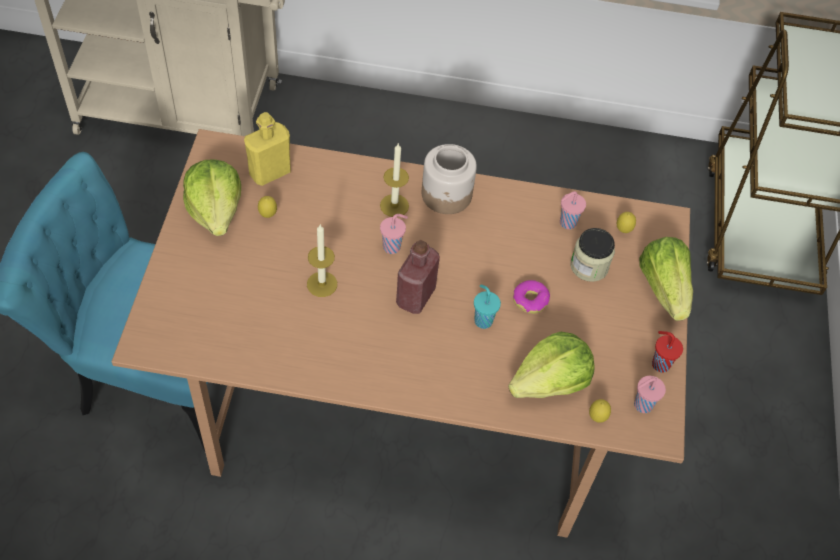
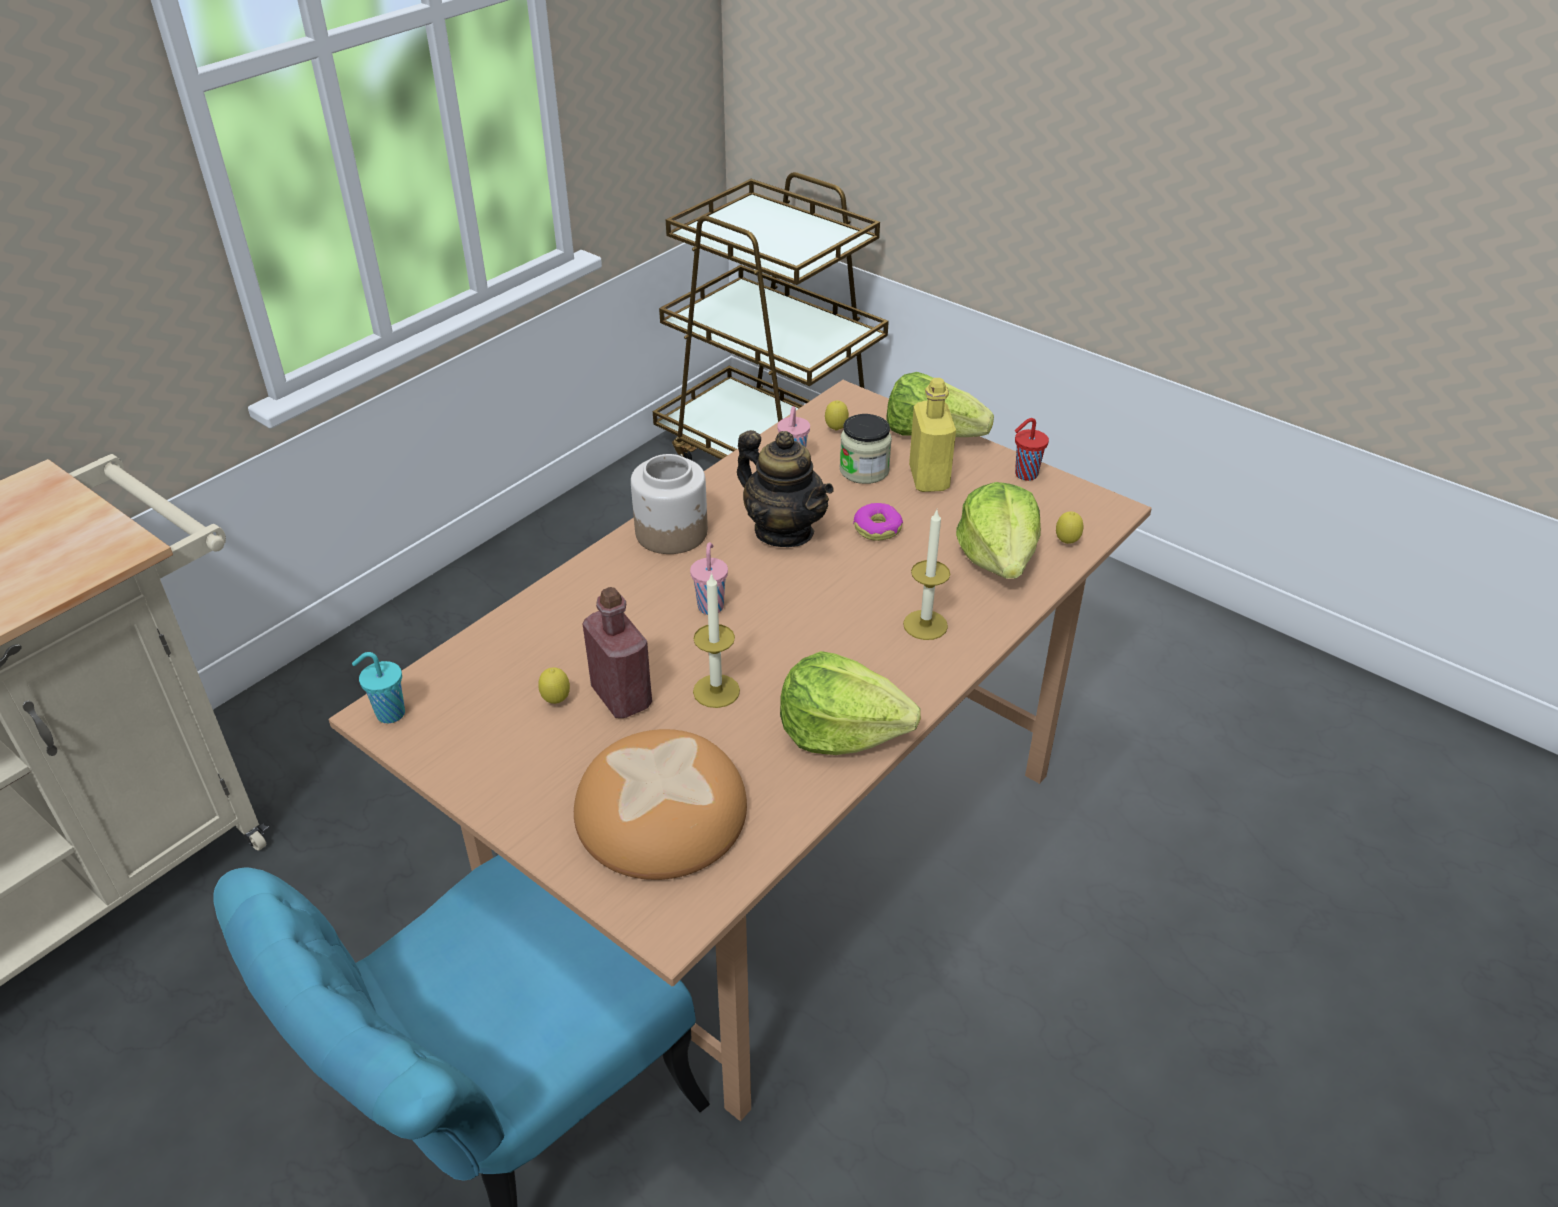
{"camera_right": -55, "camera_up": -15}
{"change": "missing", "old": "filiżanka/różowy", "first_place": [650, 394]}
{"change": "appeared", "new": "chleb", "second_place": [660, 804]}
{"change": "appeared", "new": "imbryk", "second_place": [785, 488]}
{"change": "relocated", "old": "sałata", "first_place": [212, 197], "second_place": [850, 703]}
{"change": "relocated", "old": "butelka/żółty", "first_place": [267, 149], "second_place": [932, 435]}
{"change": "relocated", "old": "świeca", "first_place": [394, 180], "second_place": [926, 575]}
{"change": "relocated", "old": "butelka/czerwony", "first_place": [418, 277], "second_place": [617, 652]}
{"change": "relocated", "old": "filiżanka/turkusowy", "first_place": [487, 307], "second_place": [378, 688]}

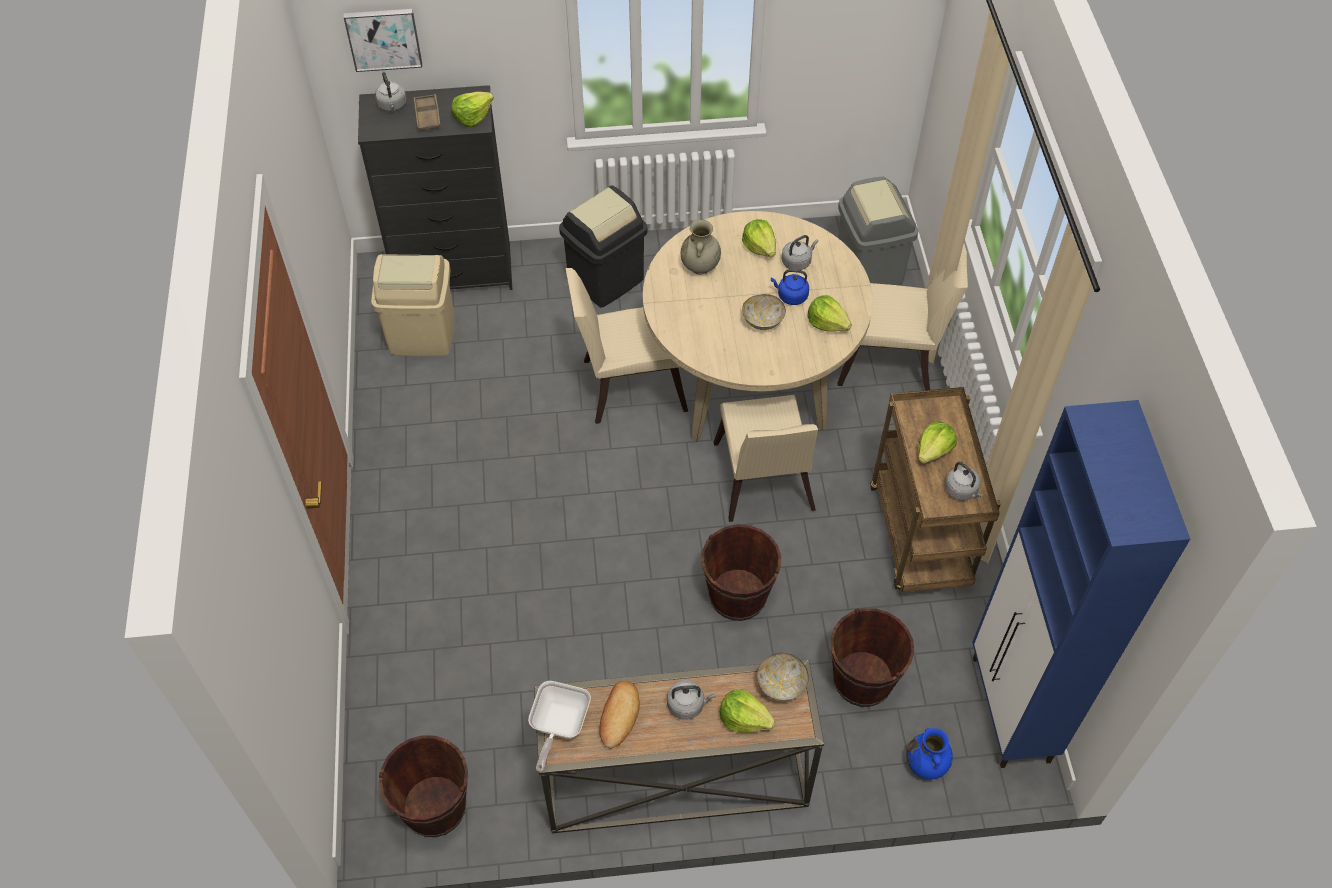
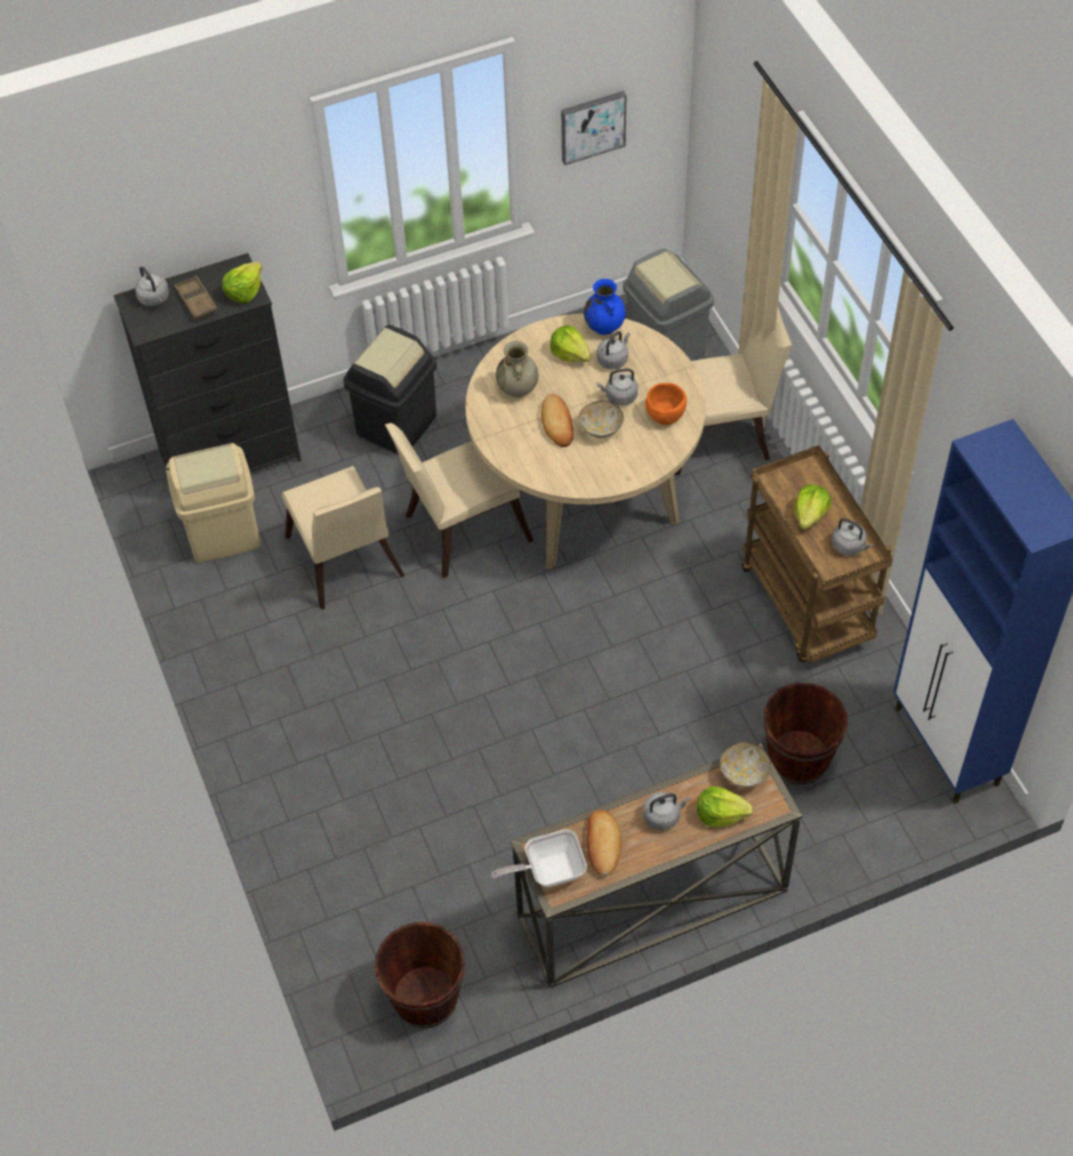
{"camera_right": -15, "camera_up": 0}
{"change": "missing", "old": "wiadro/brązowy", "first_place": [741, 573]}
{"change": "appeared", "new": "chleb", "second_place": [557, 420]}
{"change": "relocated", "old": "obraz", "first_place": [383, 40], "second_place": [594, 128]}
{"change": "relocated", "old": "krzesło/beżowy", "first_place": [766, 458], "second_place": [343, 538]}
{"change": "relocated", "old": "wazon/niebieski", "first_place": [929, 753], "second_place": [605, 307]}
{"change": "exchanged", "old": "sałata", "new": "miska/pomarańczowy", "first_place": [830, 313], "second_place": [666, 404]}
{"change": "colour", "old": "czajnik/niebieski", "new": "czajnik/szary", "first_place": [790, 287], "second_place": [617, 386]}
{"change": "spun", "old": "patelnia", "first_place": [559, 726], "second_place": [539, 858], "degrees": 75}

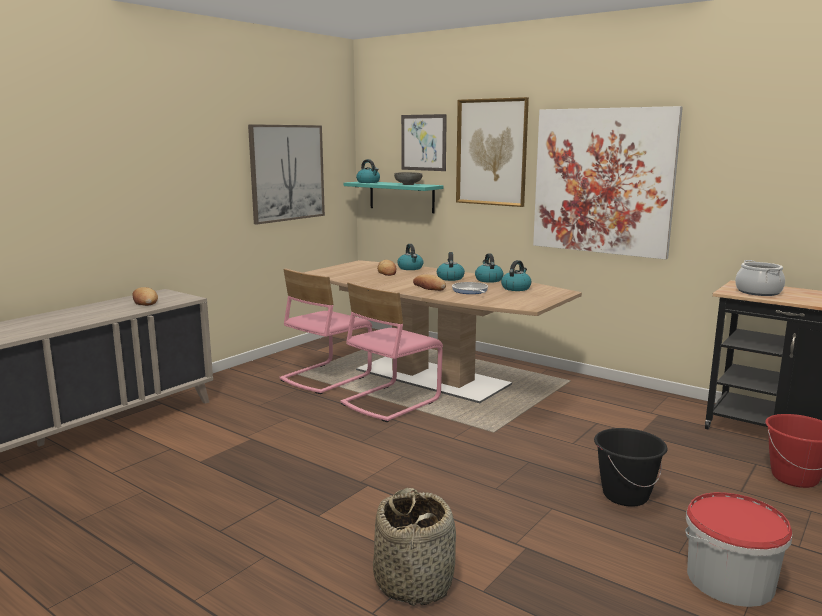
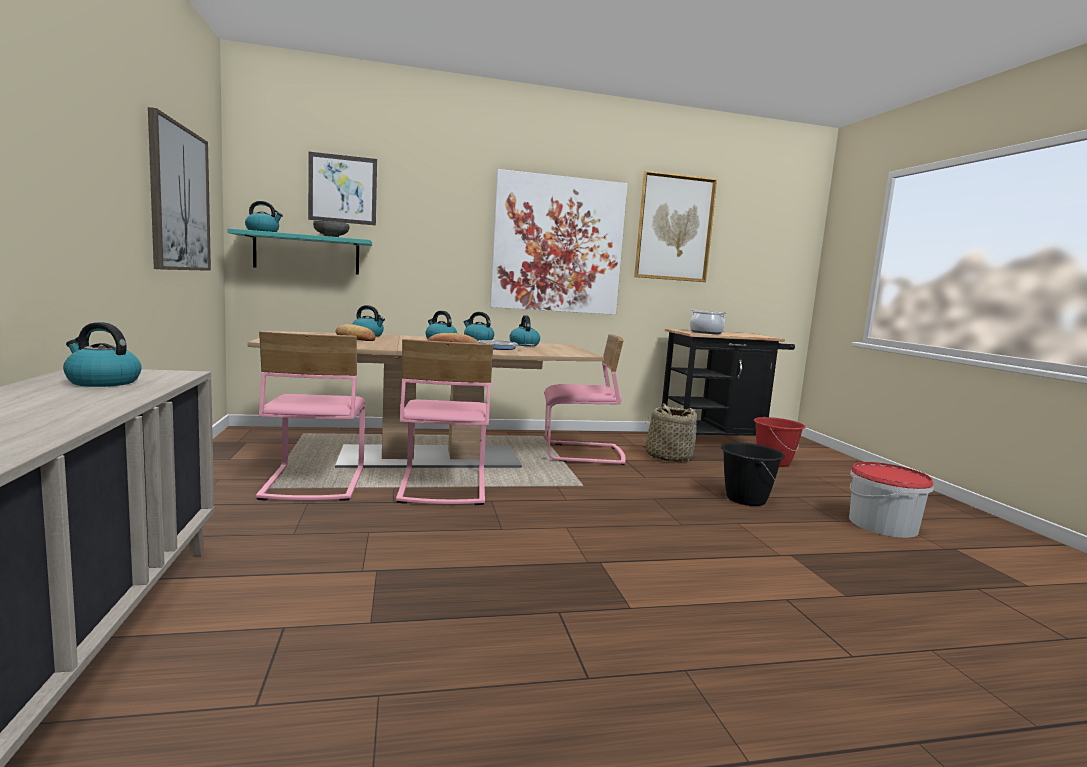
{"camera_right": -50, "camera_up": -5}
{"change": "appeared", "new": "krzesło/różowy", "second_place": [585, 399]}
{"change": "relocated", "old": "koszyk", "first_place": [414, 547], "second_place": [670, 432]}
{"change": "relocated", "old": "obraz", "first_place": [492, 152], "second_place": [675, 226]}
{"change": "exchanged", "old": "chleb", "new": "czajnik", "first_place": [145, 296], "second_place": [102, 354]}

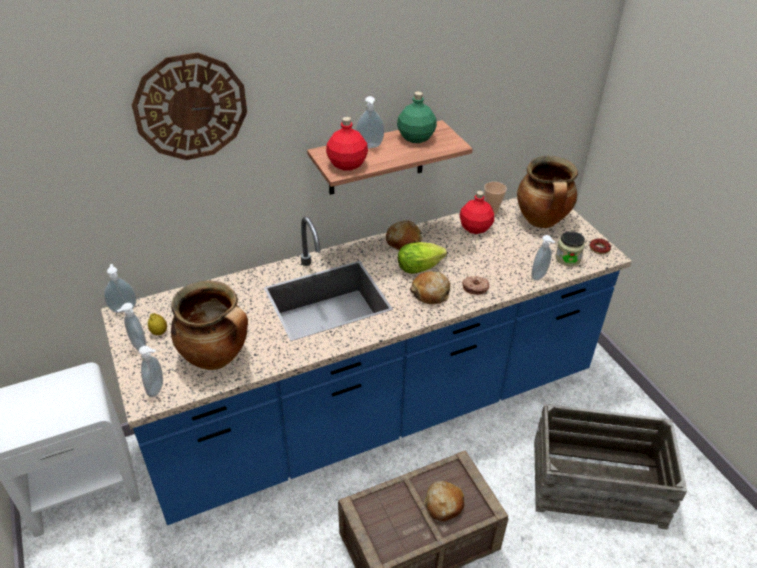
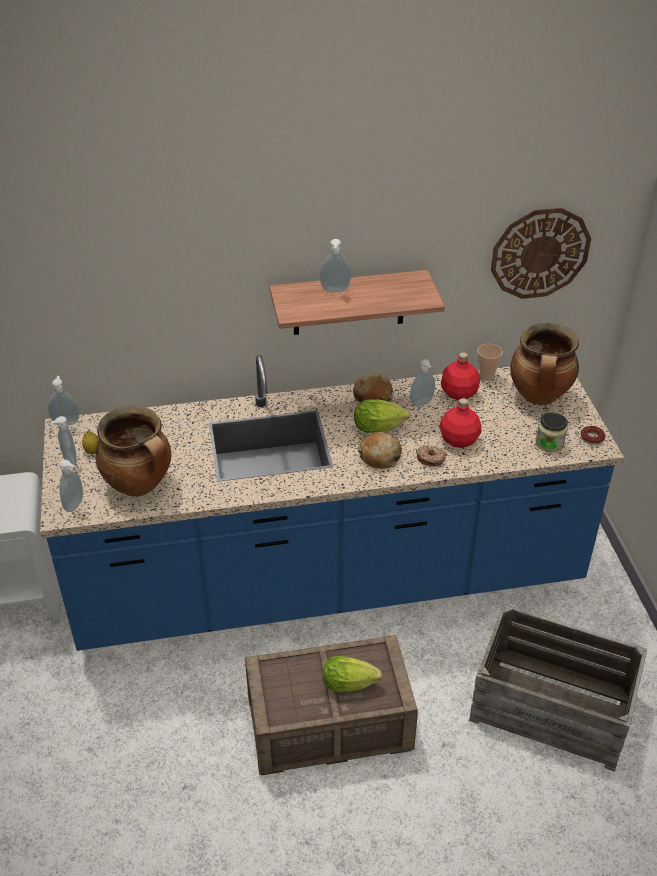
{"camera_right": 15, "camera_up": 0}
{"change": "missing", "old": "butelka/zielony", "first_place": [417, 117]}
{"change": "relocated", "old": "zegar ścienny", "first_place": [189, 106], "second_place": [541, 253]}
{"change": "relocated", "old": "butelka/czerwony", "first_place": [347, 144], "second_place": [460, 423]}
{"change": "relocated", "old": "dozownik mydła", "first_place": [543, 258], "second_place": [422, 383]}
{"change": "exchanged", "old": "chleb", "new": "sałata", "first_place": [444, 501], "second_place": [352, 674]}

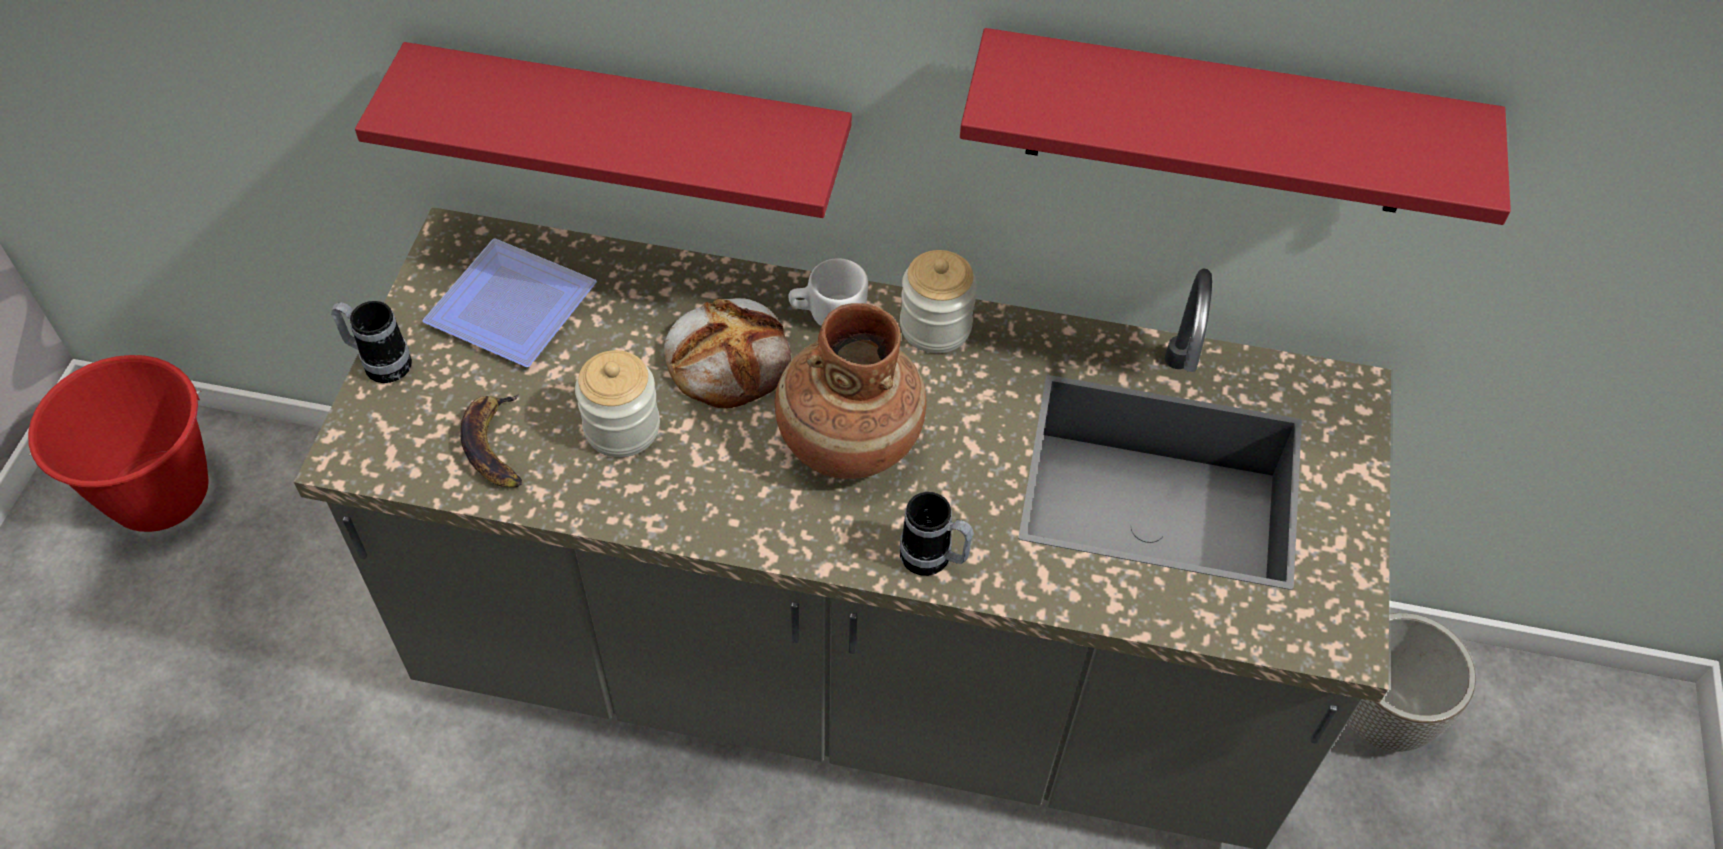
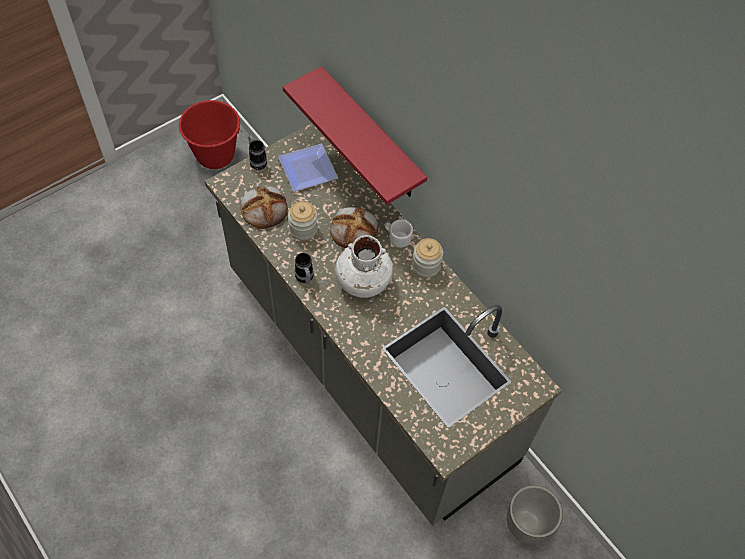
{"camera_right": 40, "camera_up": 5}
{"change": "missing", "old": "półka/czerwony", "first_place": [1235, 126]}
{"change": "relocated", "old": "kubek", "first_place": [937, 534], "second_place": [304, 268]}
{"change": "exchanged", "old": "banan", "new": "chleb", "first_place": [491, 440], "second_place": [264, 207]}
{"change": "colour", "old": "wazon/brązowy", "new": "wazon/biały", "first_place": [850, 391], "second_place": [364, 266]}

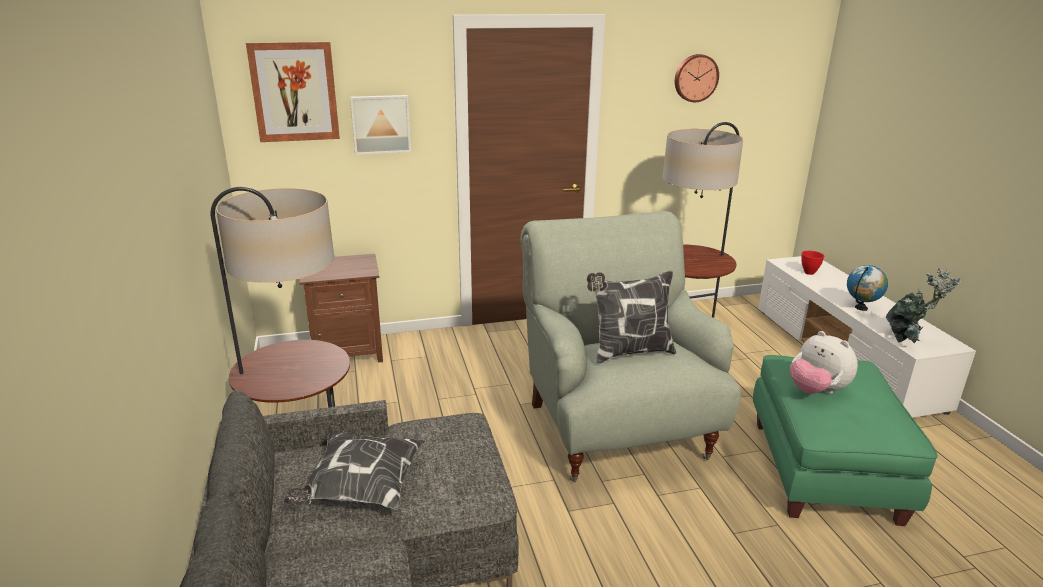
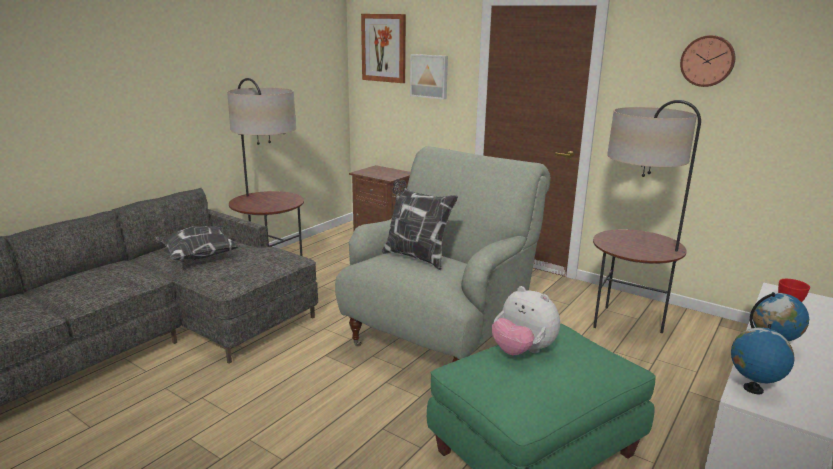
{"camera_right": 50, "camera_up": -5}
{"change": "exchanged", "old": "roślina doniczkowa", "new": "globus", "first_place": [923, 306], "second_place": [763, 359]}
{"change": "spun", "old": "pluszak", "first_place": [824, 362], "second_place": [526, 320], "degrees": -60}

